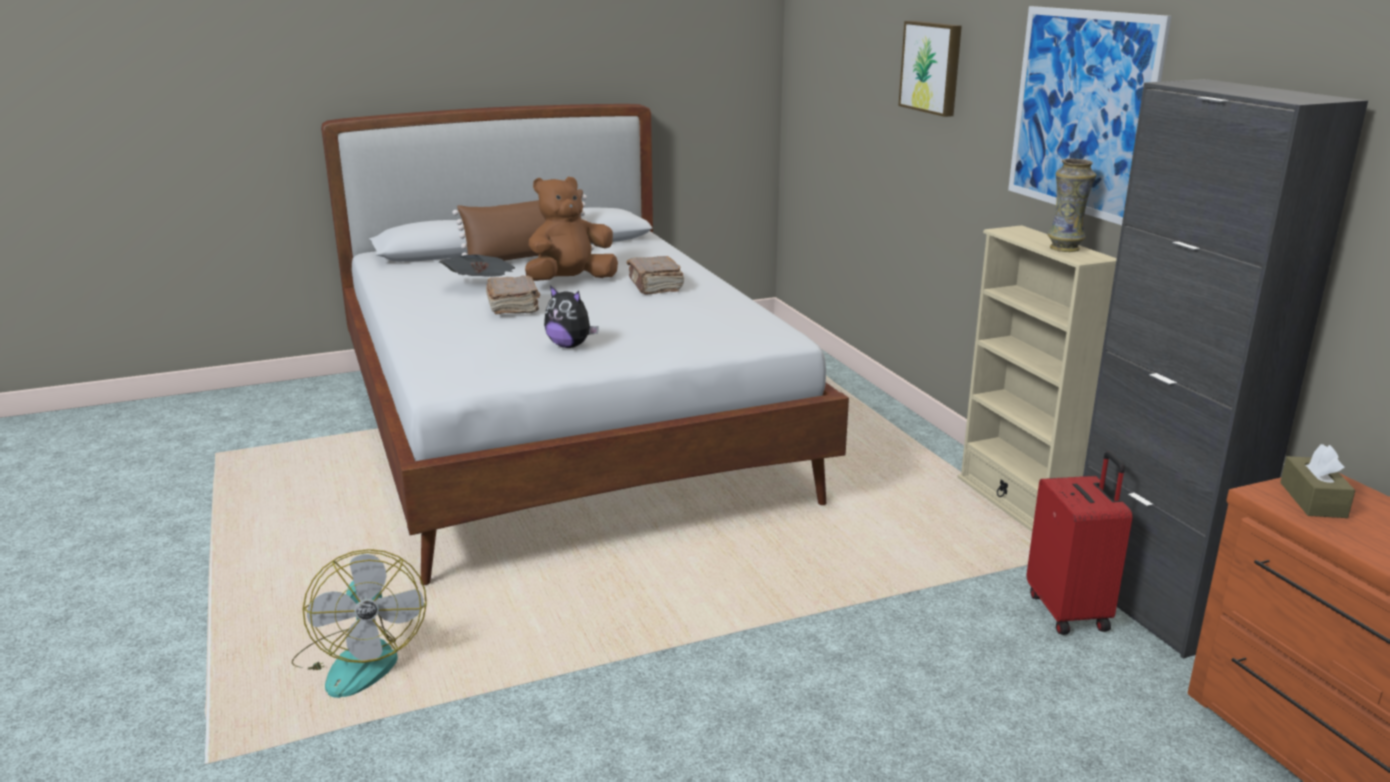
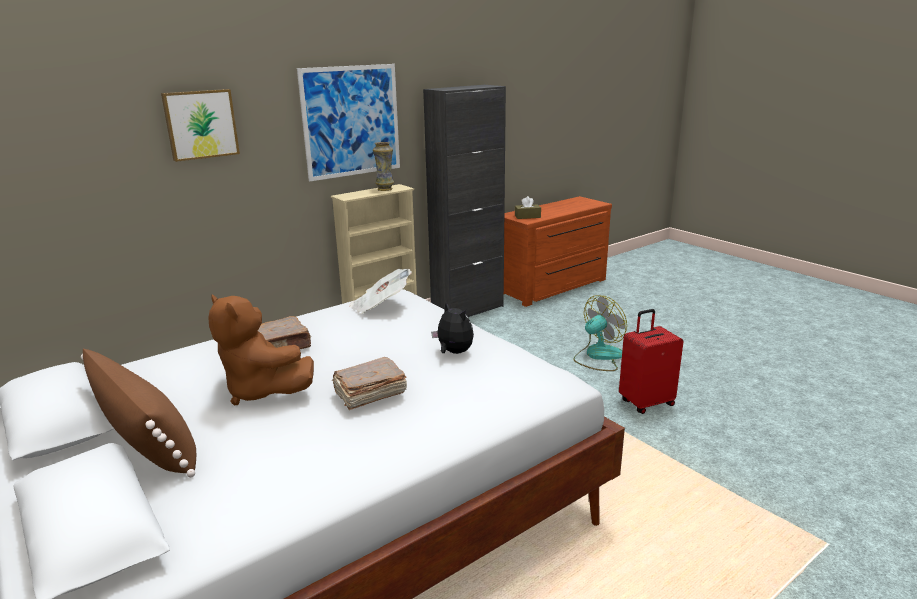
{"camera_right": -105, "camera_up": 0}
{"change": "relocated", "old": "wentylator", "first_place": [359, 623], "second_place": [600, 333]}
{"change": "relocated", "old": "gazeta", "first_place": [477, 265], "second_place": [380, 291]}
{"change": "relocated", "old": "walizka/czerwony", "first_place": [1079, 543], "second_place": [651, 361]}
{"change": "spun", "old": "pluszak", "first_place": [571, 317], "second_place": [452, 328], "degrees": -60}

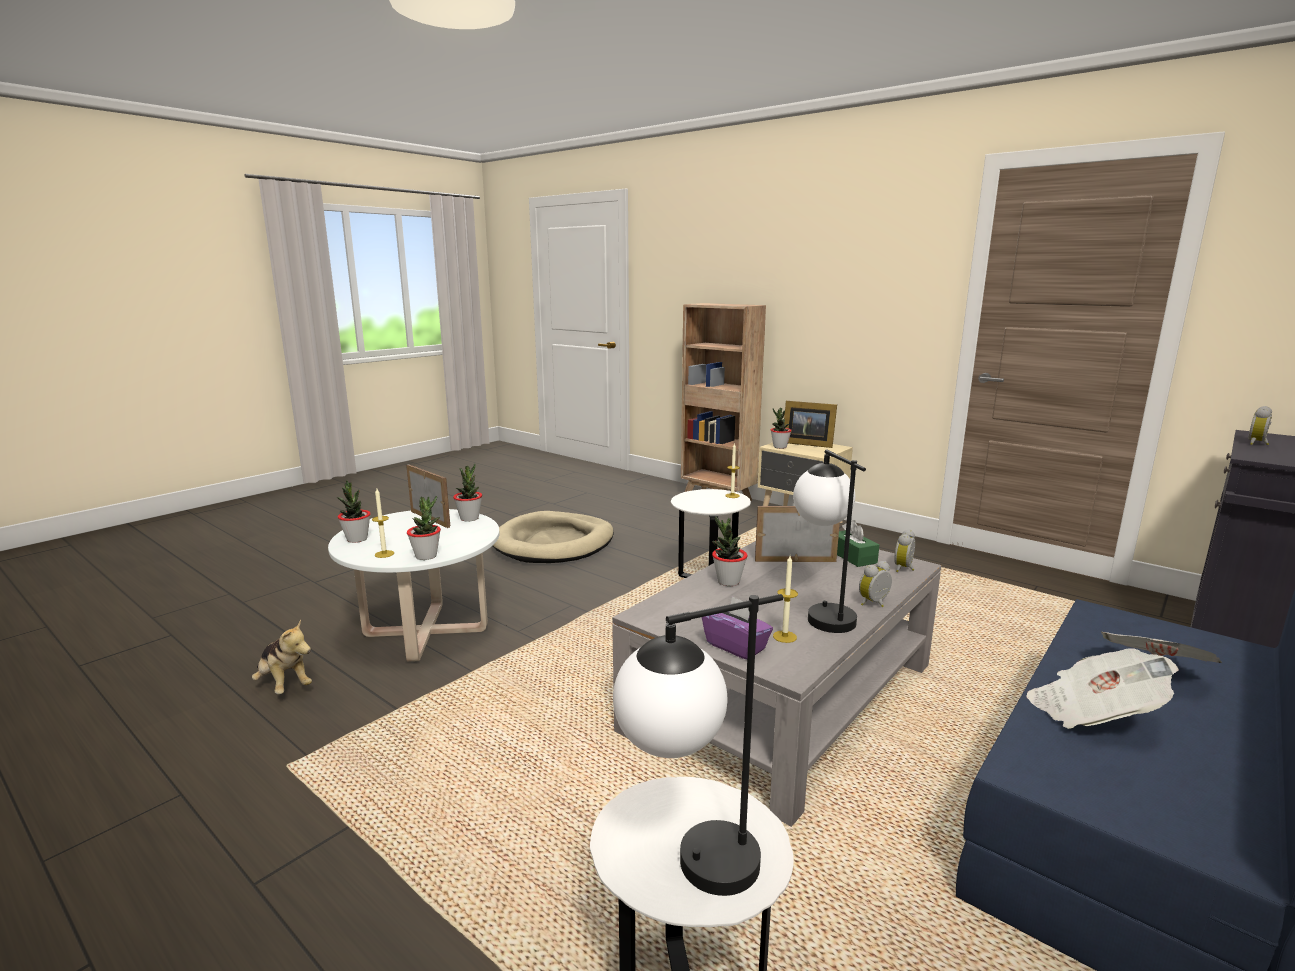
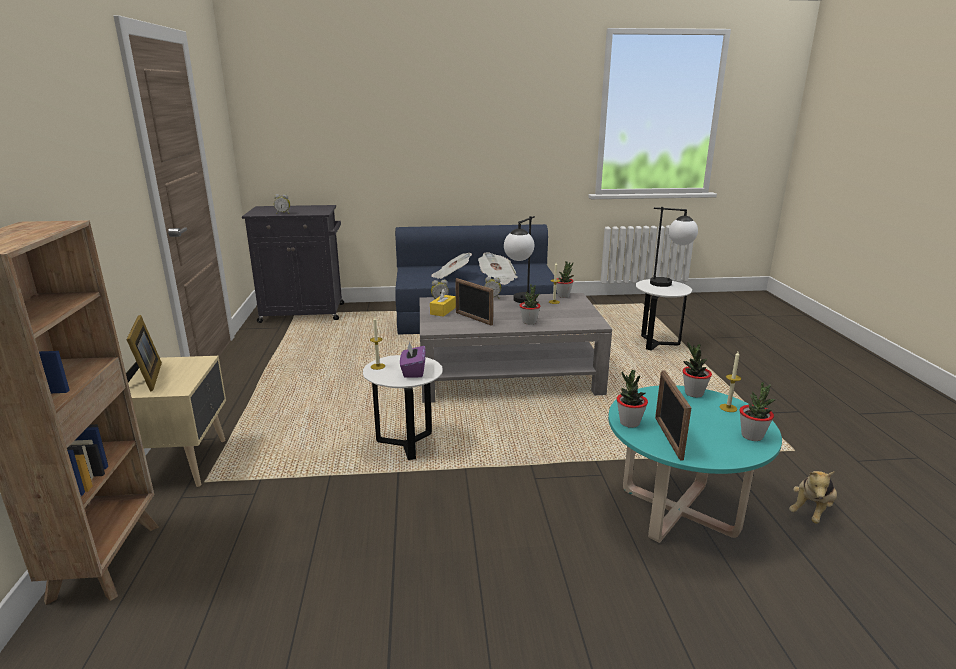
{"camera_right": -135, "camera_up": 5}
{"change": "missing", "old": "legowisko/beżowy", "first_place": [553, 537]}
{"change": "relocated", "old": "pudełko chusteczek/fioletowy", "first_place": [737, 628], "second_place": [413, 359]}
{"change": "relocated", "old": "roślina doniczkowa", "first_place": [781, 428], "second_place": [565, 279]}
{"change": "colour", "old": "ława/biały", "new": "ława/turkusowy", "first_place": [414, 585], "second_place": [695, 464]}
{"change": "colour", "old": "pudełko chusteczek/zielony", "new": "pudełko chusteczek/żółty", "first_place": [858, 543], "second_place": [443, 302]}
{"change": "spun", "old": "pluszak", "first_place": [282, 656], "second_place": [813, 497], "degrees": -135}

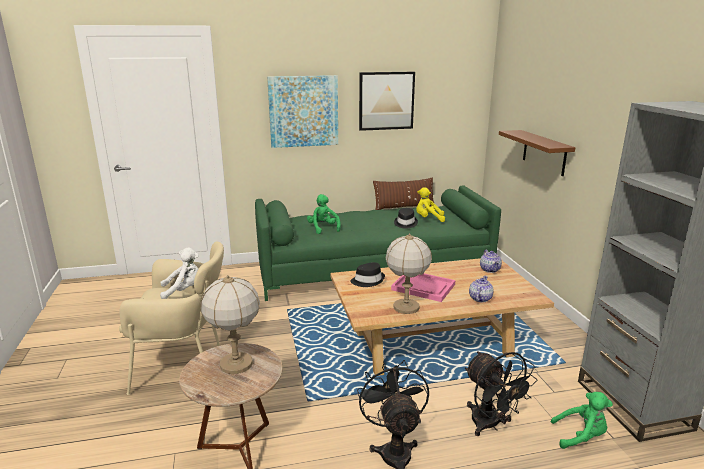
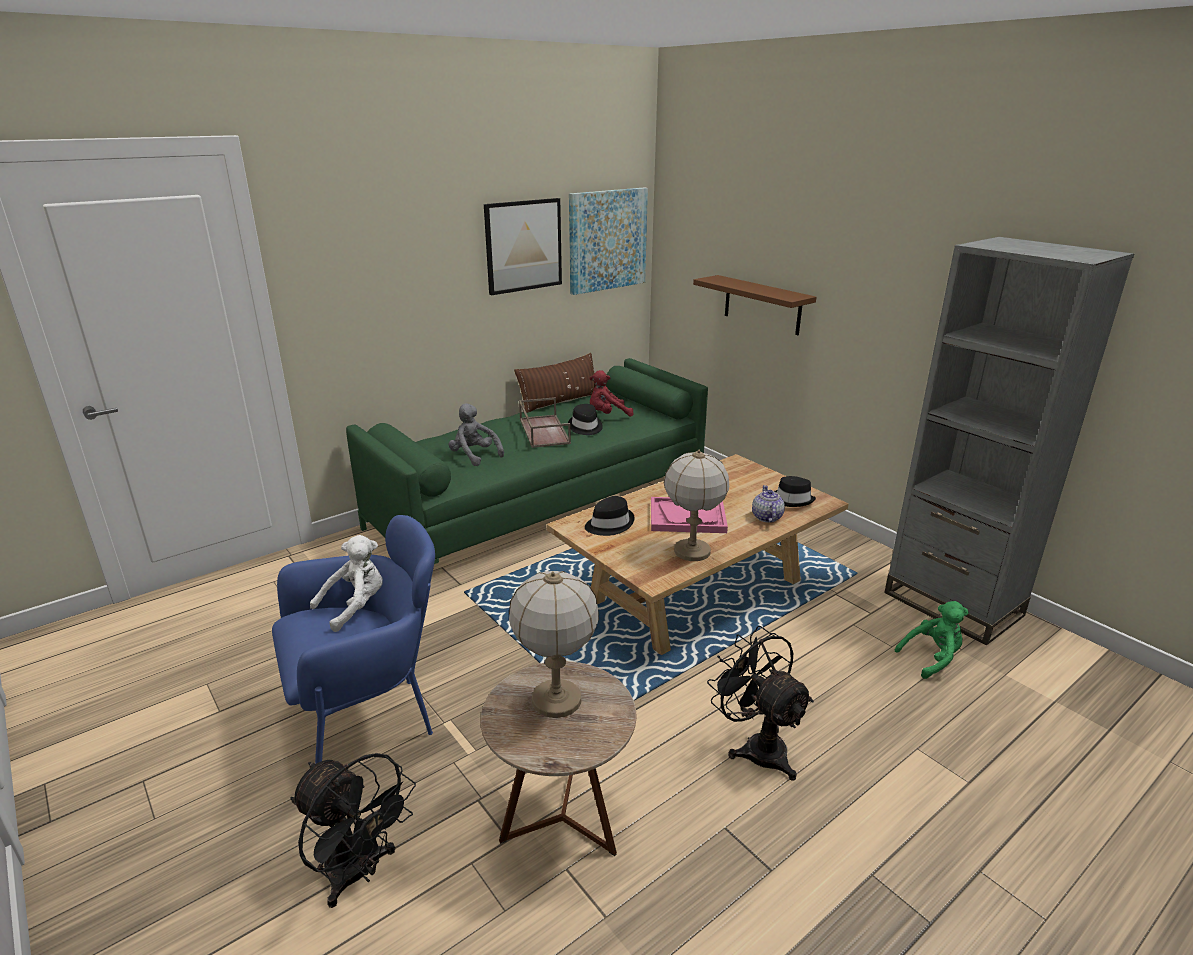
{"camera_right": -25, "camera_up": 5}
{"change": "missing", "old": "imbryk", "first_place": [491, 261]}
{"change": "appeared", "new": "taca/brązowy", "second_place": [545, 422]}
{"change": "appeared", "new": "kapelusz/czarny", "second_place": [794, 491]}
{"change": "relocated", "old": "obraz", "first_place": [302, 111], "second_place": [608, 241]}
{"change": "relocated", "old": "wentylator/czarny", "first_place": [501, 394], "second_place": [353, 830]}
{"change": "colour", "old": "fotel/beżowy", "new": "fotel/niebieski", "first_place": [171, 318], "second_place": [353, 639]}
{"change": "colour", "old": "pluszak/zielony", "new": "pluszak/szary", "first_place": [324, 214], "second_place": [476, 434]}
{"change": "colour", "old": "pluszak/żółty", "new": "pluszak/czerwony", "first_place": [430, 204], "second_place": [611, 393]}

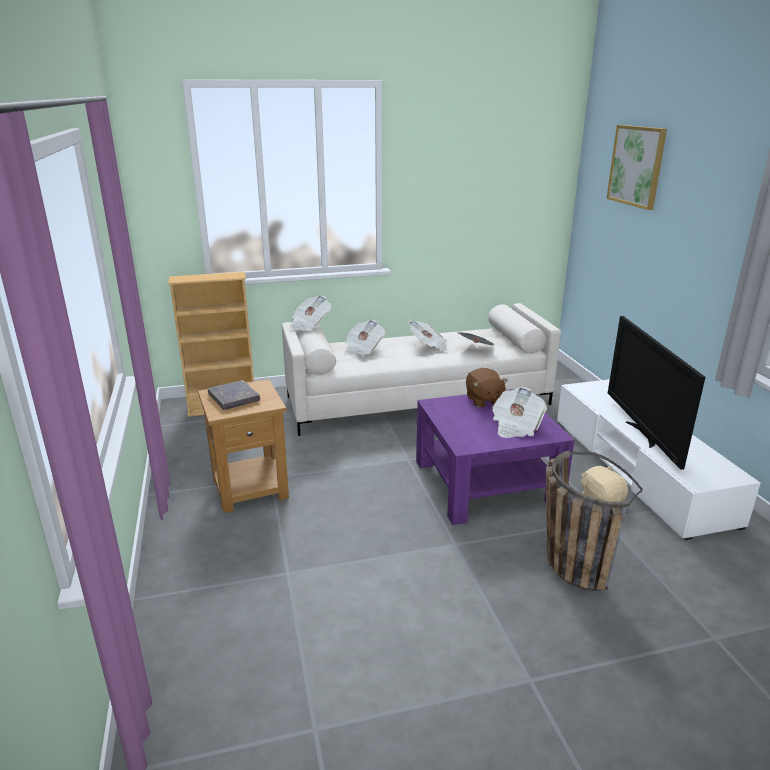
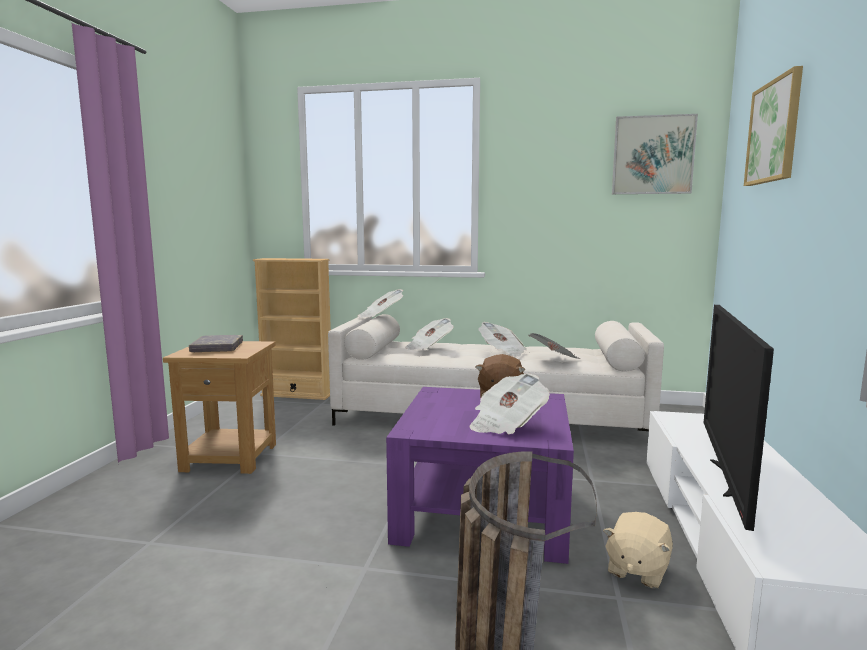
{"camera_right": 25, "camera_up": -15}
{"change": "appeared", "new": "obraz", "second_place": [655, 154]}
{"change": "spun", "old": "pluszak/beżowy", "first_place": [604, 484], "second_place": [638, 550], "degrees": -150}

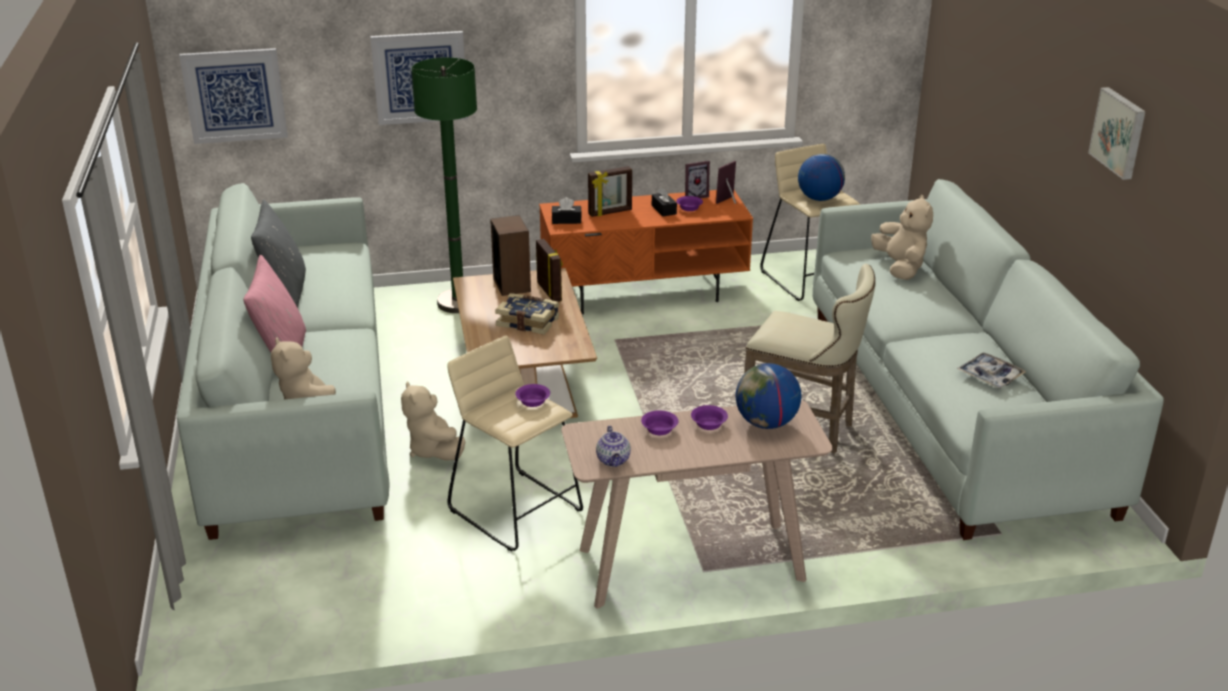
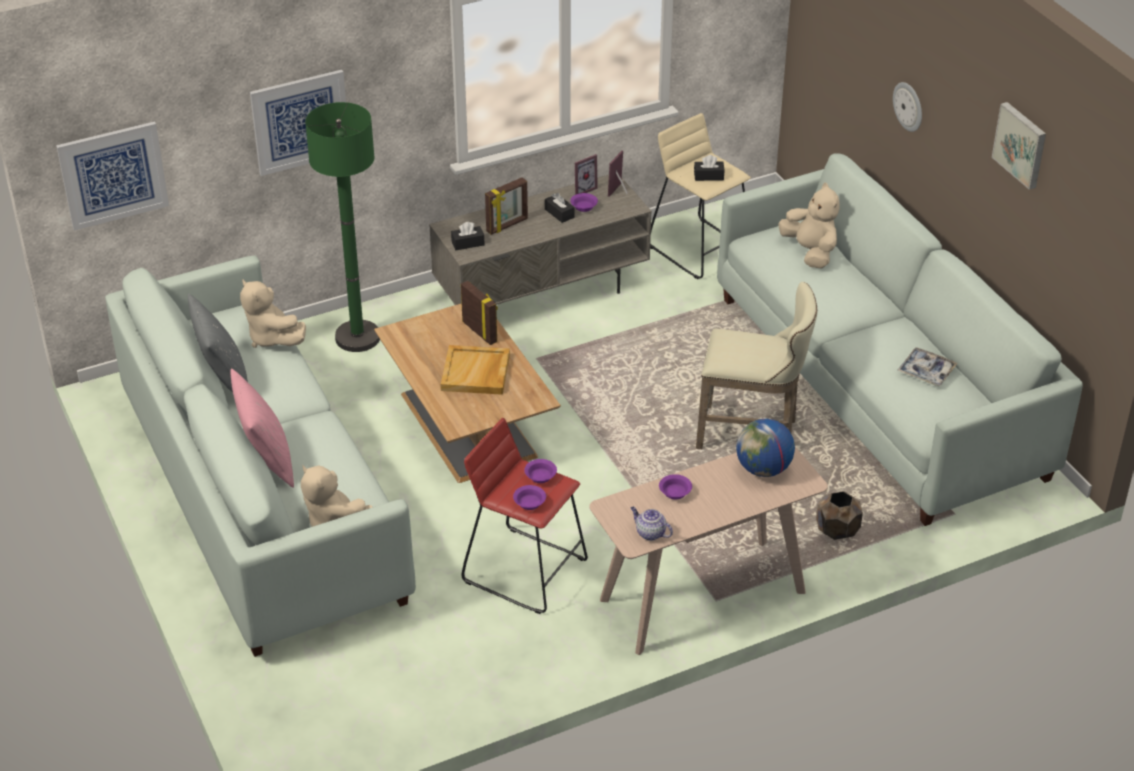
{"camera_right": -15, "camera_up": 10}
{"change": "missing", "old": "głośnik", "first_place": [510, 255]}
{"change": "appeared", "new": "donica/brązowy", "second_place": [839, 515]}
{"change": "appeared", "new": "zegar ścienny", "second_place": [907, 107]}
{"change": "relocated", "old": "pluszak/beżowy", "first_place": [433, 421], "second_place": [273, 313]}
{"change": "relocated", "old": "miska/fioletowy", "first_place": [709, 417], "second_place": [529, 497]}
{"change": "exchanged", "old": "książka", "new": "taca/beżowy", "first_place": [527, 314], "second_place": [475, 370]}
{"change": "exchanged", "old": "globus", "new": "pudełko chusteczek/czarny", "first_place": [821, 177], "second_place": [709, 168]}
{"change": "colour", "old": "stołek/beżowy", "new": "stołek/czerwony", "first_place": [515, 444], "second_place": [524, 516]}
{"change": "colour", "old": "szafka pod telewizor/pomarańczowy", "new": "szafka pod telewizor/szary", "first_place": [646, 252], "second_place": [540, 240]}
{"change": "spun", "old": "imbryk", "first_place": [613, 446], "second_place": [652, 524], "degrees": 150}

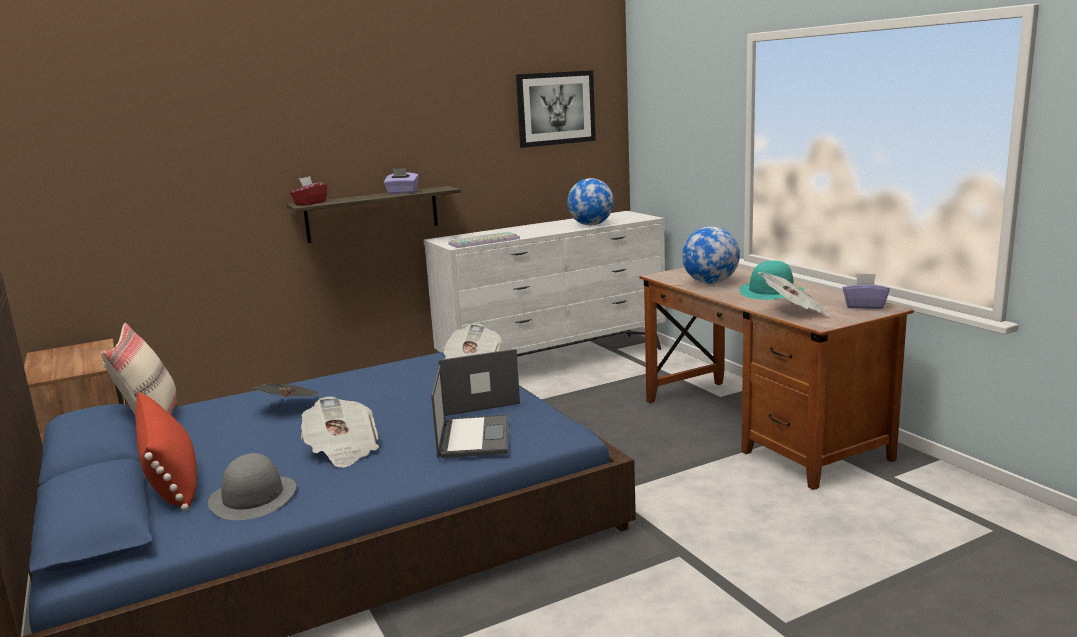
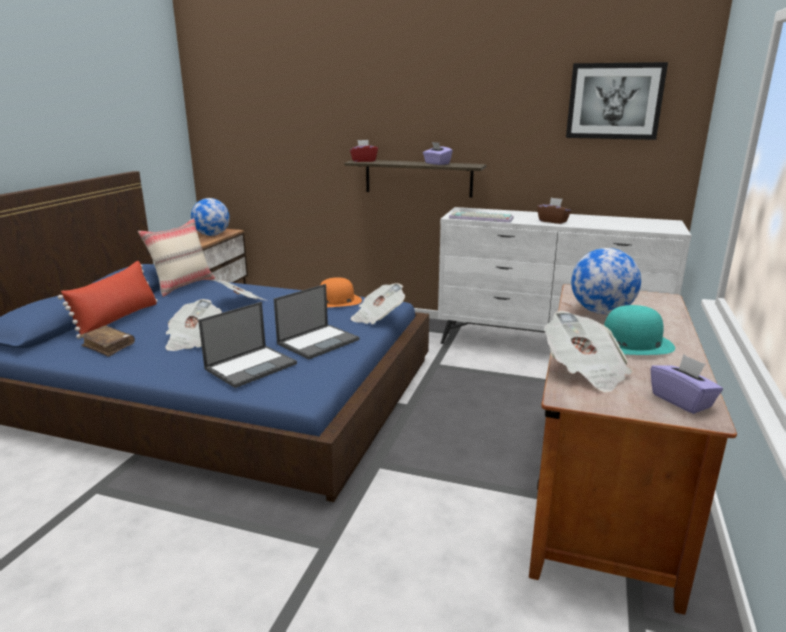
{"camera_right": 45, "camera_up": 5}
{"change": "appeared", "new": "kapelusz/pomarańczowy", "second_place": [341, 292]}
{"change": "appeared", "new": "pudełko chusteczek/brązowy", "second_place": [554, 211]}
{"change": "relocated", "old": "globus", "first_place": [590, 201], "second_place": [210, 217]}
{"change": "exchanged", "old": "kapelusz/szary", "new": "książka/brązowy", "first_place": [252, 486], "second_place": [107, 341]}
{"change": "spun", "old": "laptop", "first_place": [479, 382], "second_place": [317, 321], "degrees": 105}

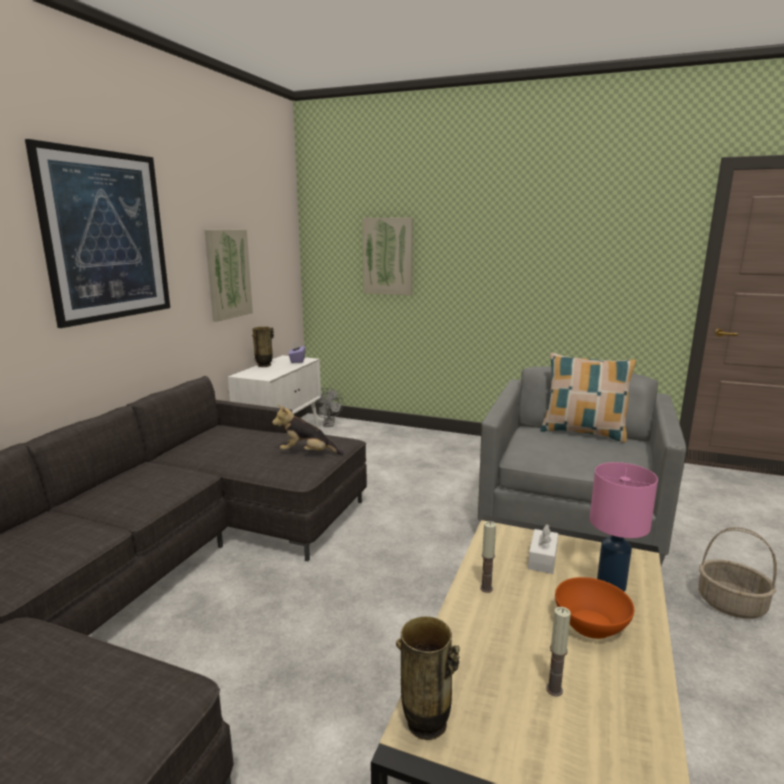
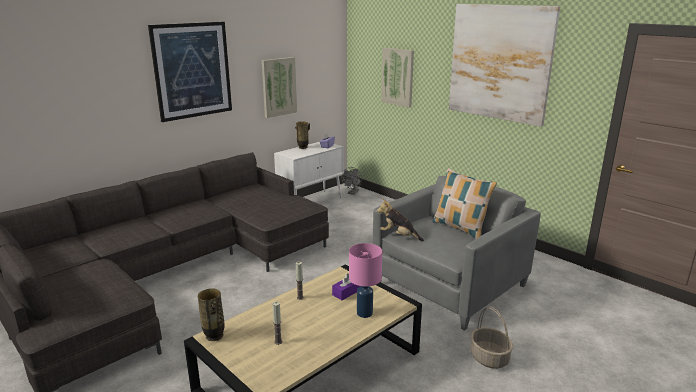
{"camera_right": 25, "camera_up": 5}
{"change": "missing", "old": "miska/pomarańczowy", "first_place": [594, 608]}
{"change": "appeared", "new": "obraz", "second_place": [504, 65]}
{"change": "relocated", "old": "pluszak", "first_place": [308, 430], "second_place": [400, 220]}
{"change": "colour", "old": "pudełko chusteczek/biały", "new": "pudełko chusteczek/fioletowy", "first_place": [543, 549], "second_place": [346, 286]}

